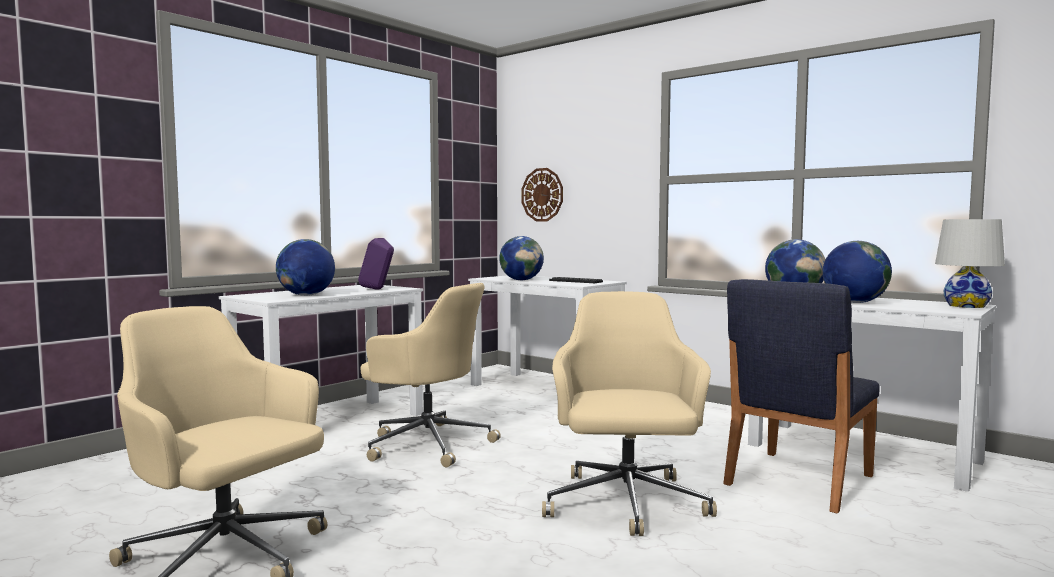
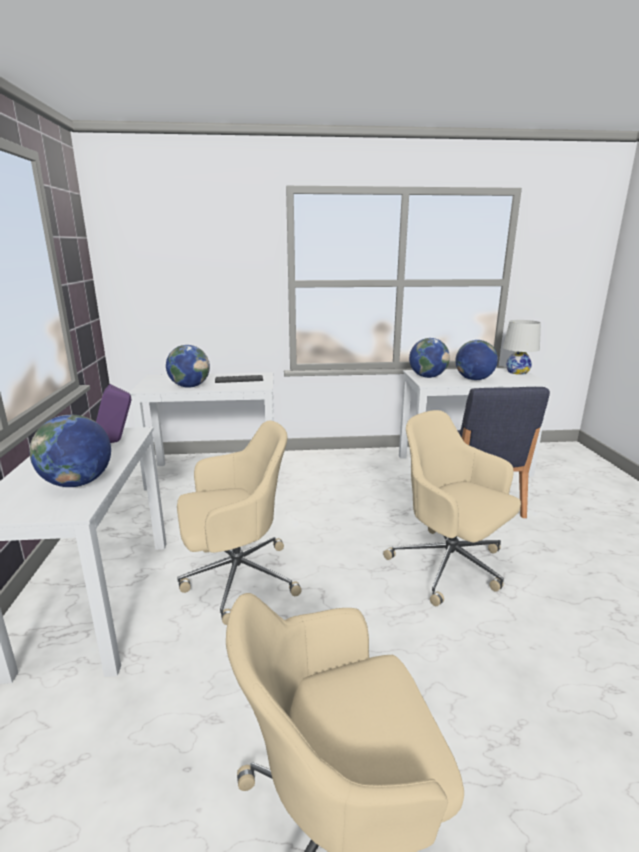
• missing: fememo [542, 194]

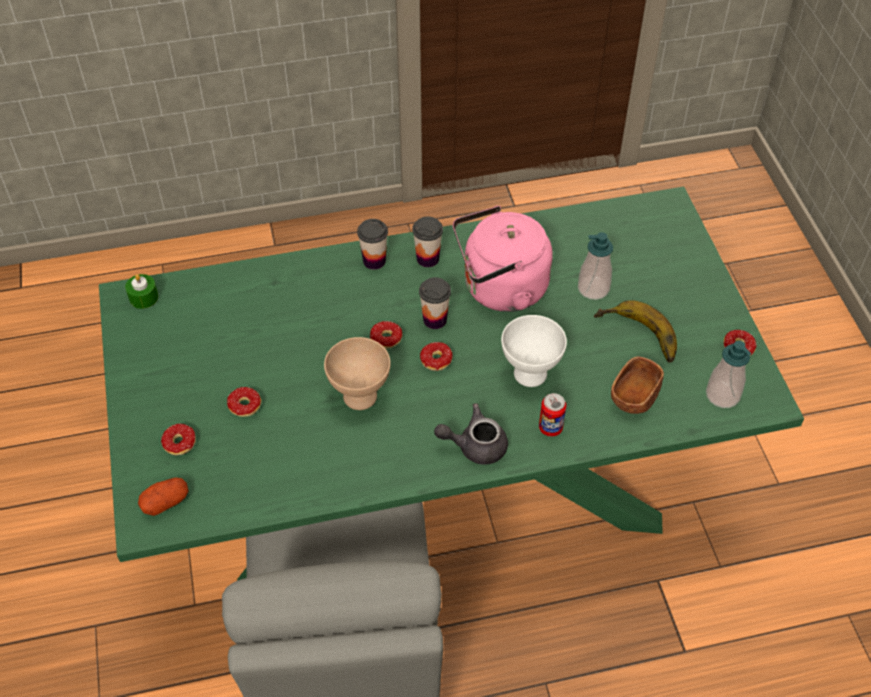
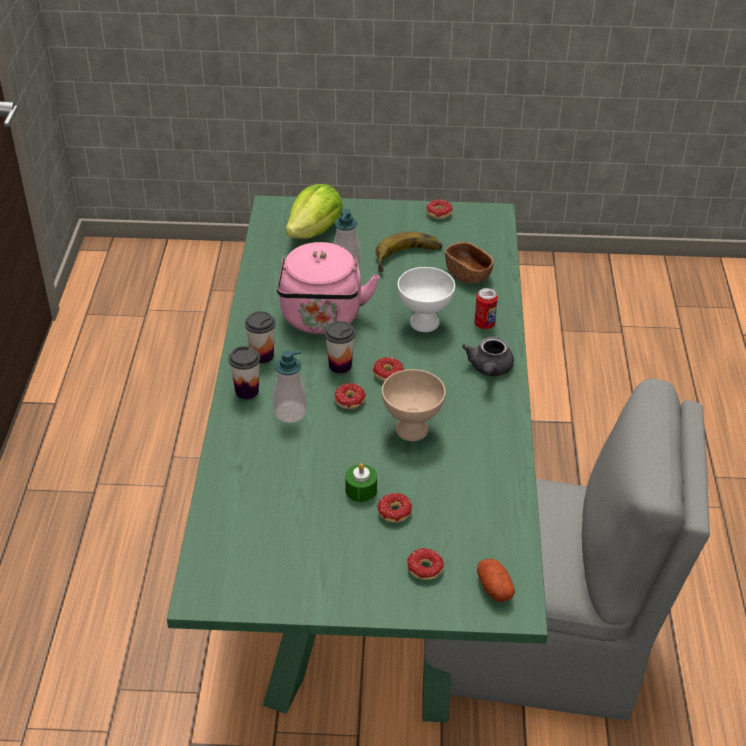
• relocated: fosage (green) [142, 291] to [361, 482]
• relocated: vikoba [729, 374] to [290, 386]
• appeared: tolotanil [314, 211]

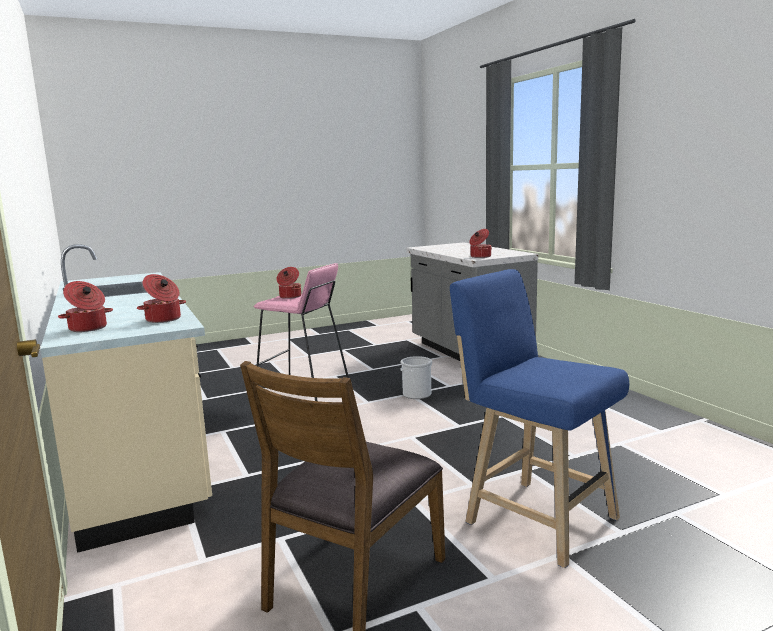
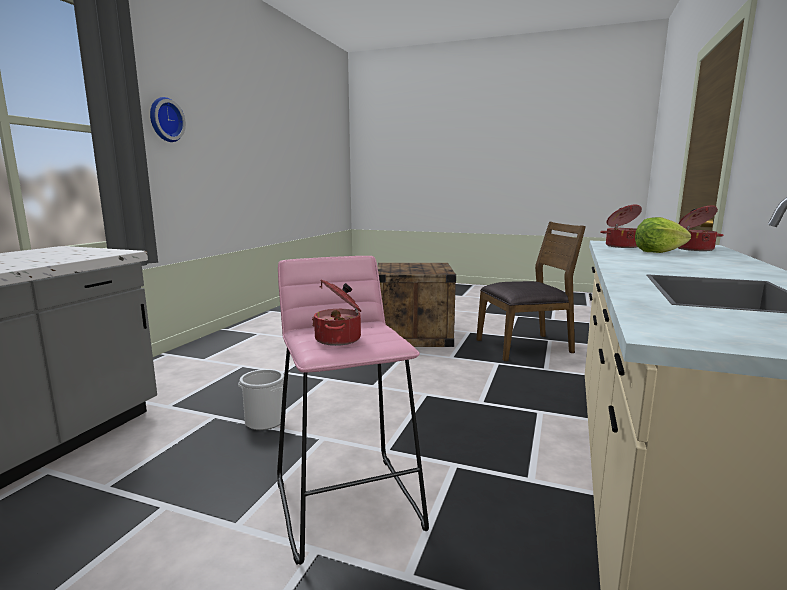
• missing: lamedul [480, 243]
• exchanged: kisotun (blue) [539, 418] to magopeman [417, 305]
• appeared: fememo [168, 119]
• appeared: tolotanil [663, 235]

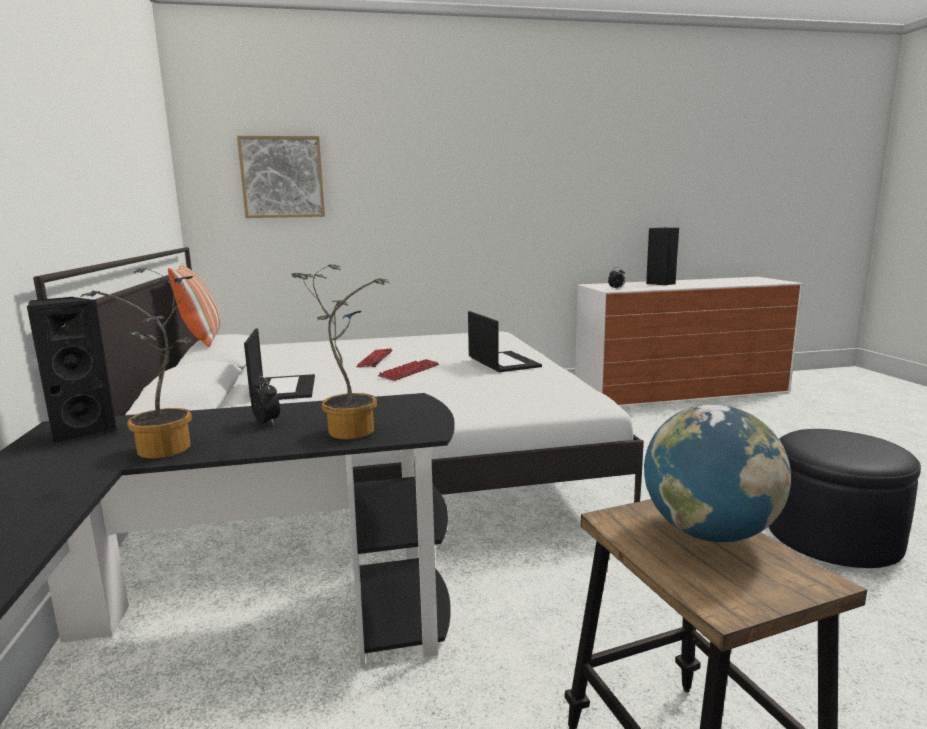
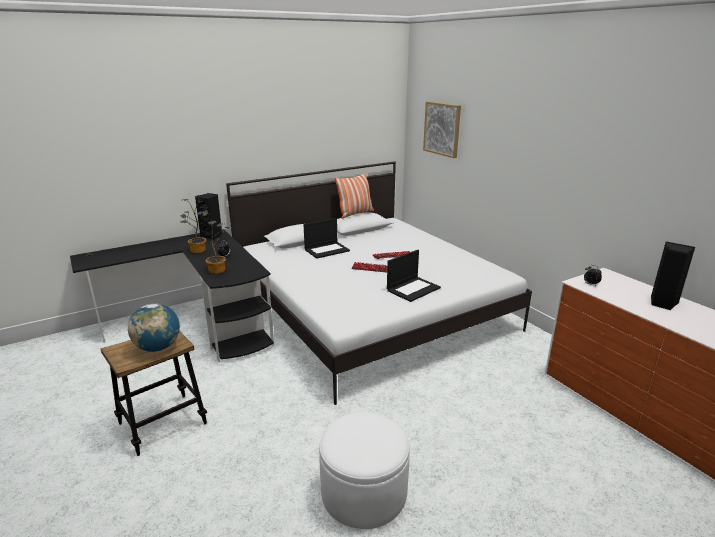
• colour: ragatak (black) [845, 498] to ragatak (white) [364, 470]

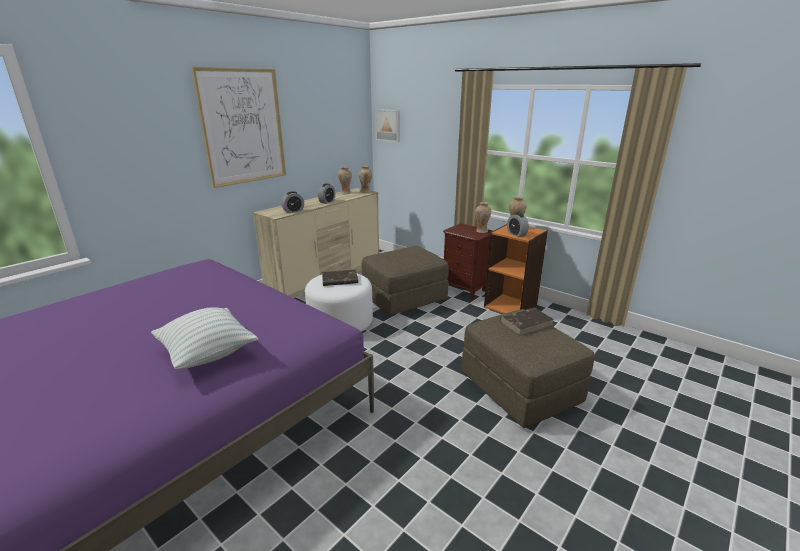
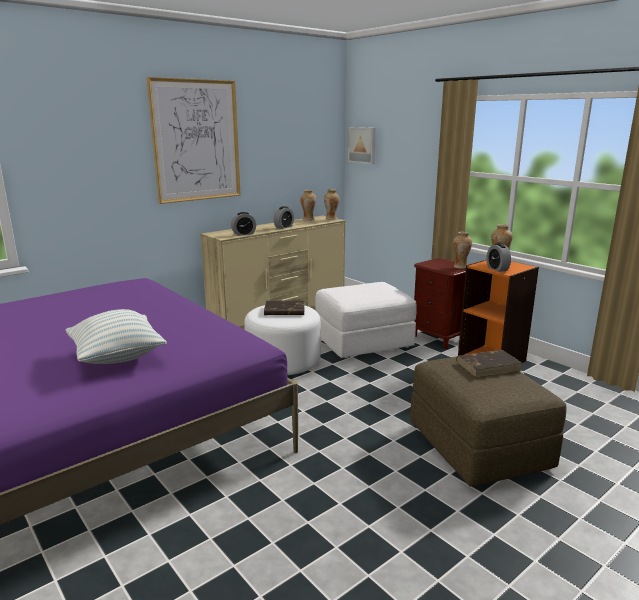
• colour: ragatak (brown) [405, 281] to ragatak (white) [366, 320]

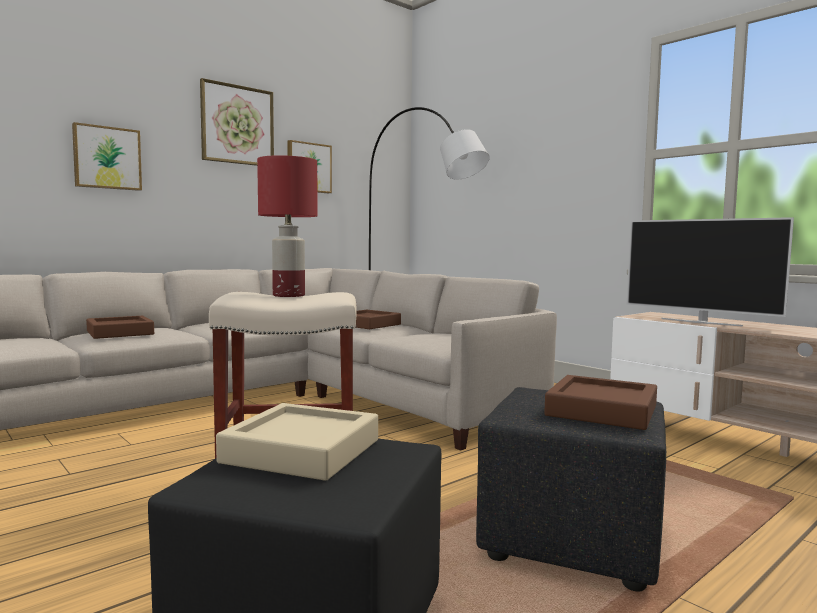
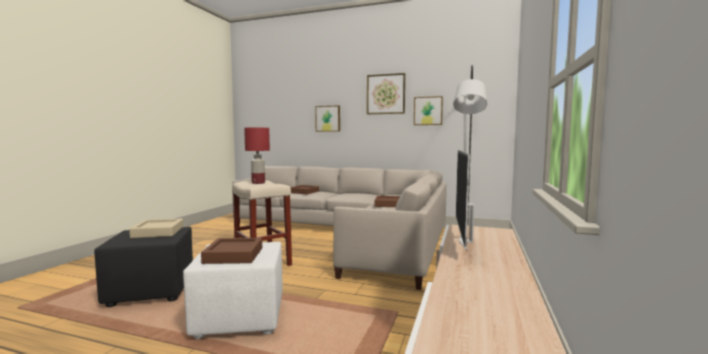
• colour: ragatak (black) [571, 489] to ragatak (white) [232, 290]

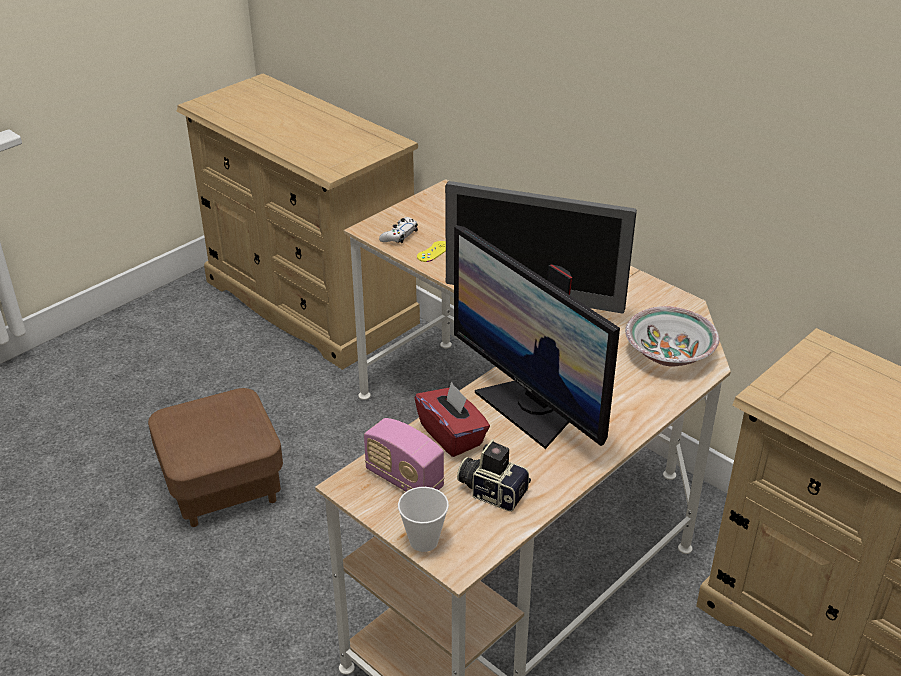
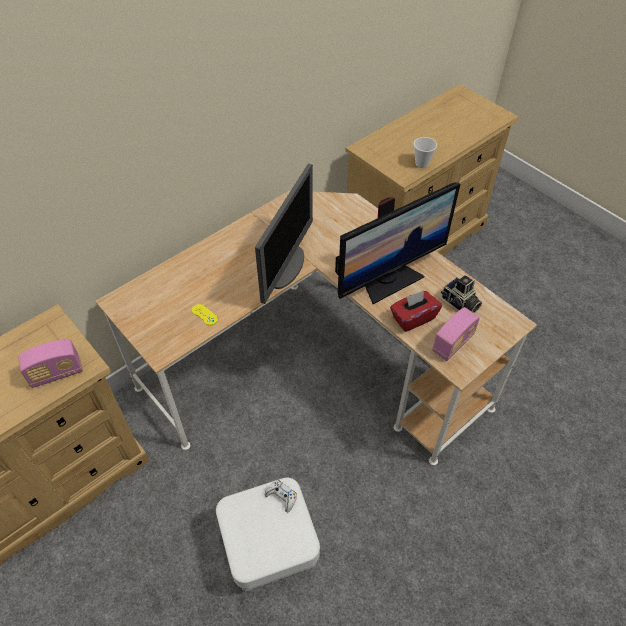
• relocated: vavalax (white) [398, 230] to [281, 496]
• missing: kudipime [672, 336]
• colour: ragatak (brown) [215, 457] to ragatak (white) [268, 534]
• spun: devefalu [494, 475] = [461, 294] 75 degrees counterclockwise
• relocated: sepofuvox [423, 519] to [425, 152]
• appeared: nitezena [50, 363]

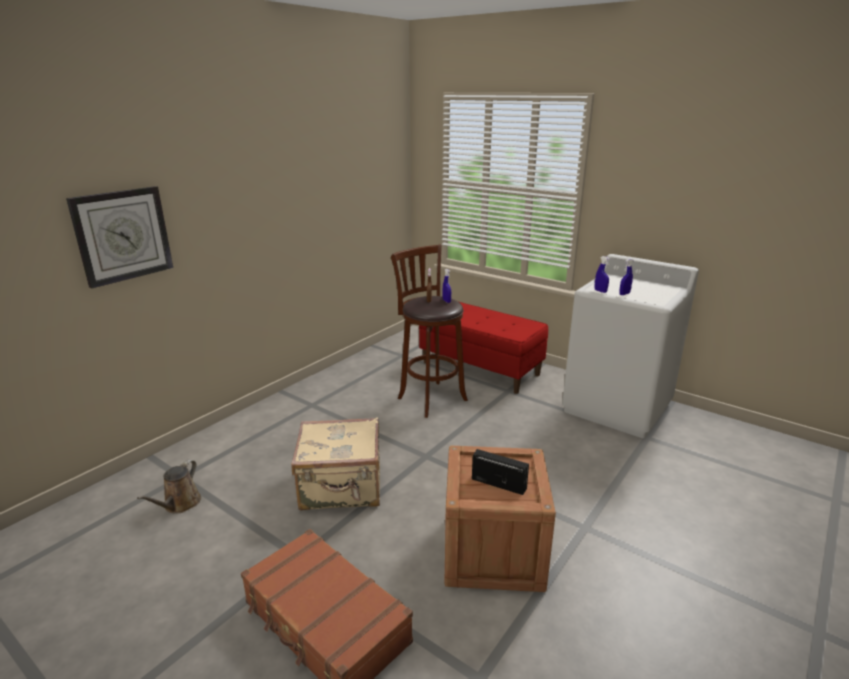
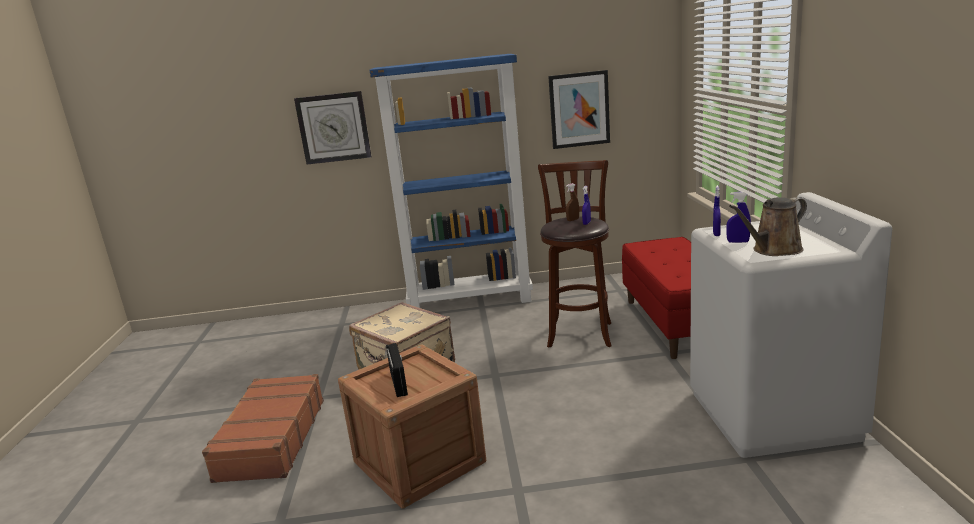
• relocated: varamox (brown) [169, 487] to [768, 226]
• appeared: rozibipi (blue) [451, 181]
• appeared: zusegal [579, 109]

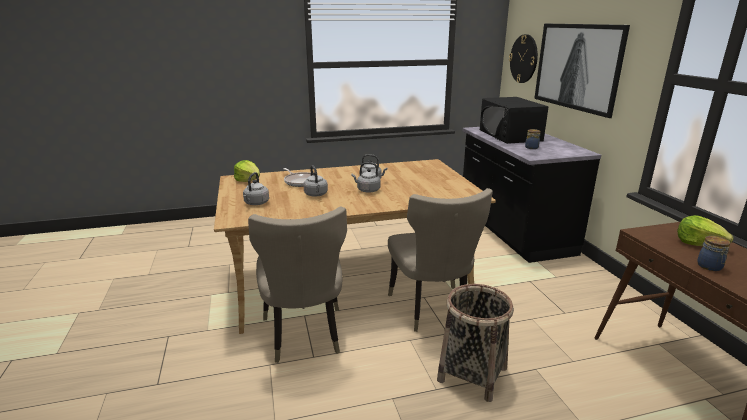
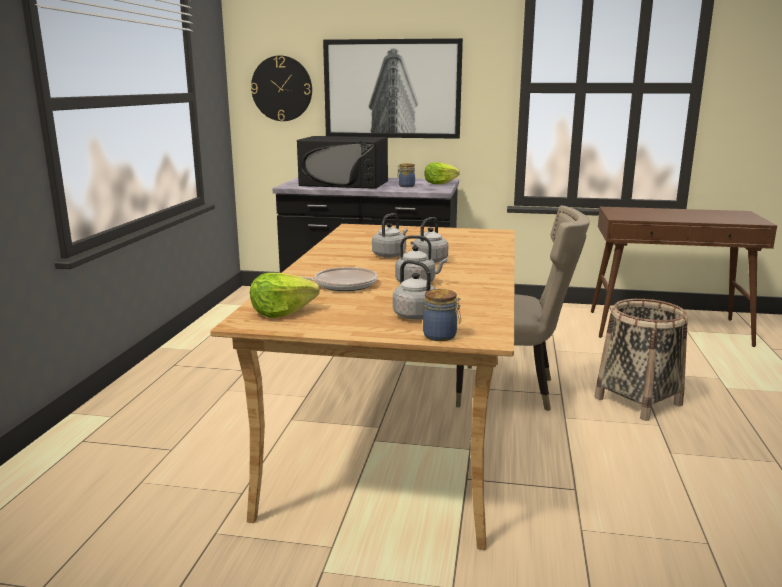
• missing: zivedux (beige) [297, 284]
• relocated: tolotanil [705, 230] to [442, 173]
• relocated: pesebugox [713, 253] to [442, 315]

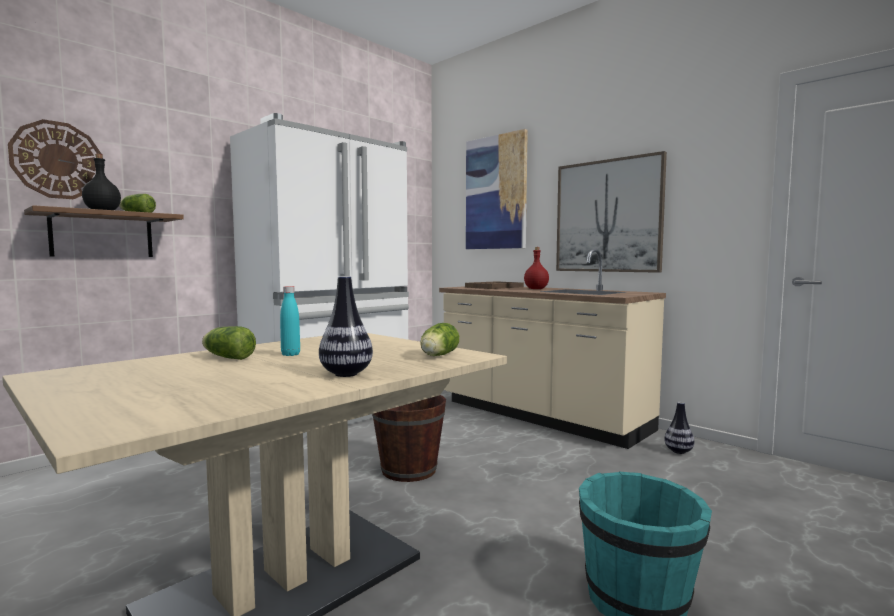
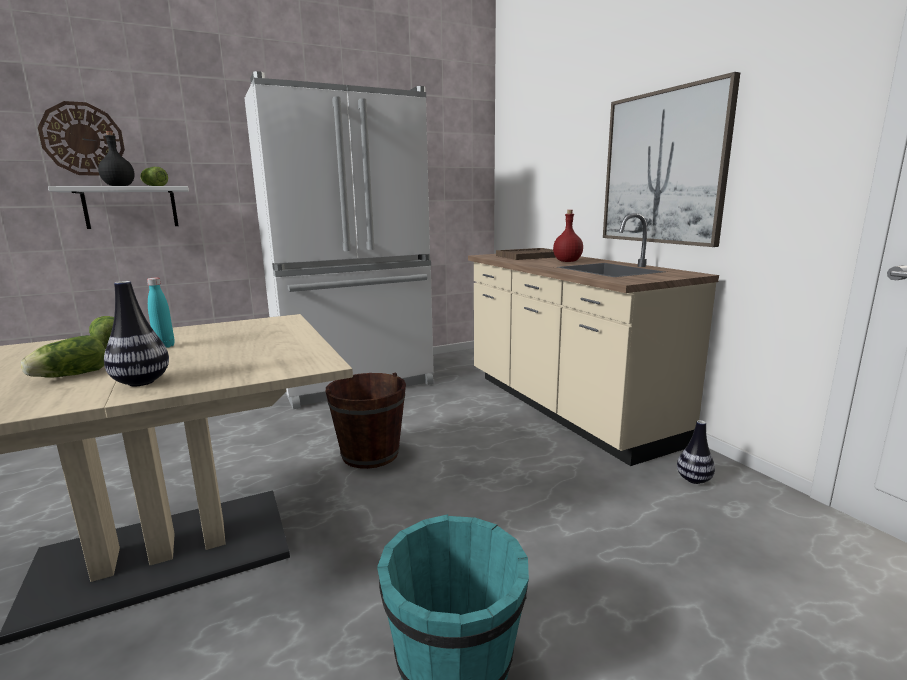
• missing: zusegal [497, 189]
• colour: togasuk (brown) [104, 231] to togasuk (white) [118, 207]
• relocated: tolotanil [439, 339] to [63, 356]

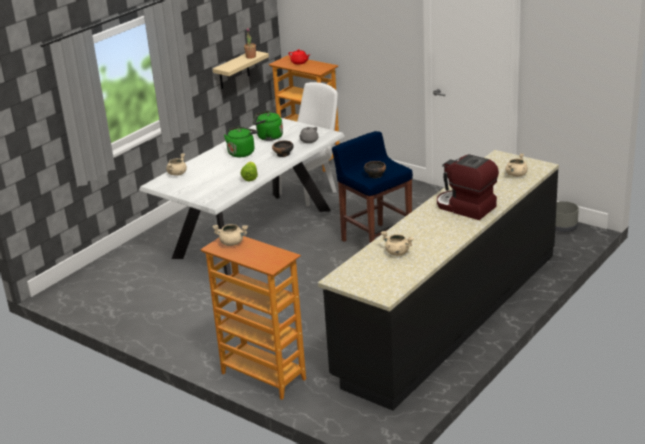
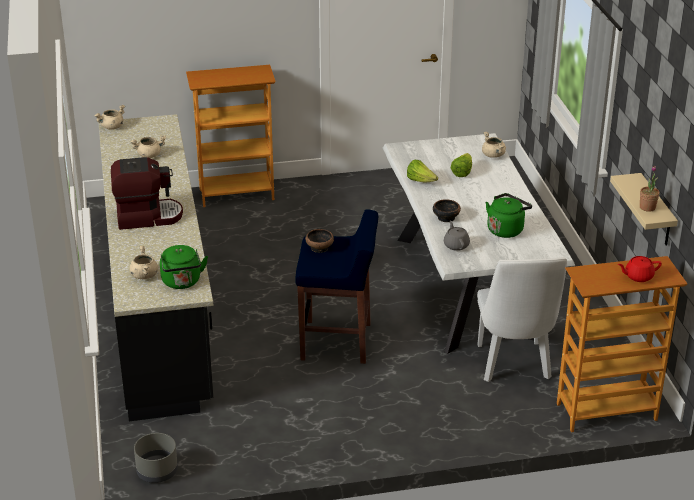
• relocated: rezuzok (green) [241, 141] to [184, 267]
• relocated: lamedul (beige) [230, 235] to [110, 117]
• appeared: tolotanil [461, 165]

